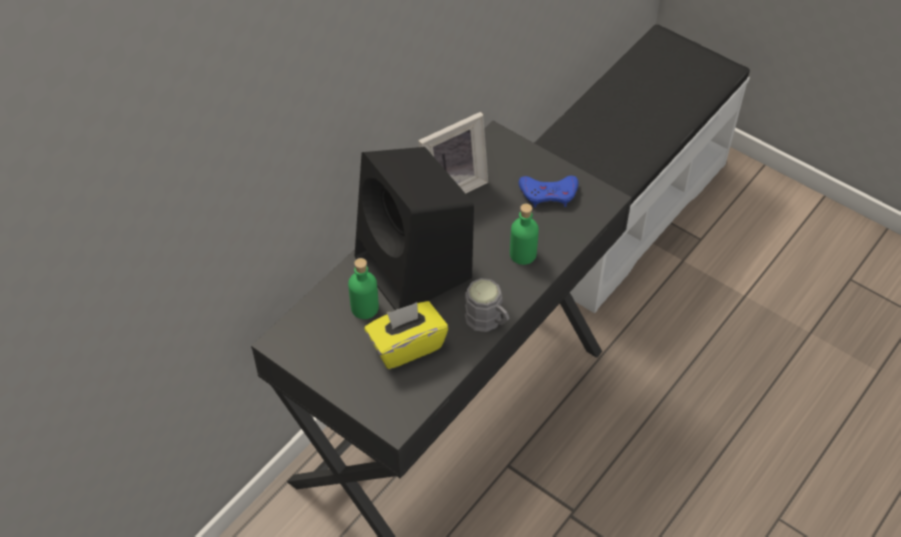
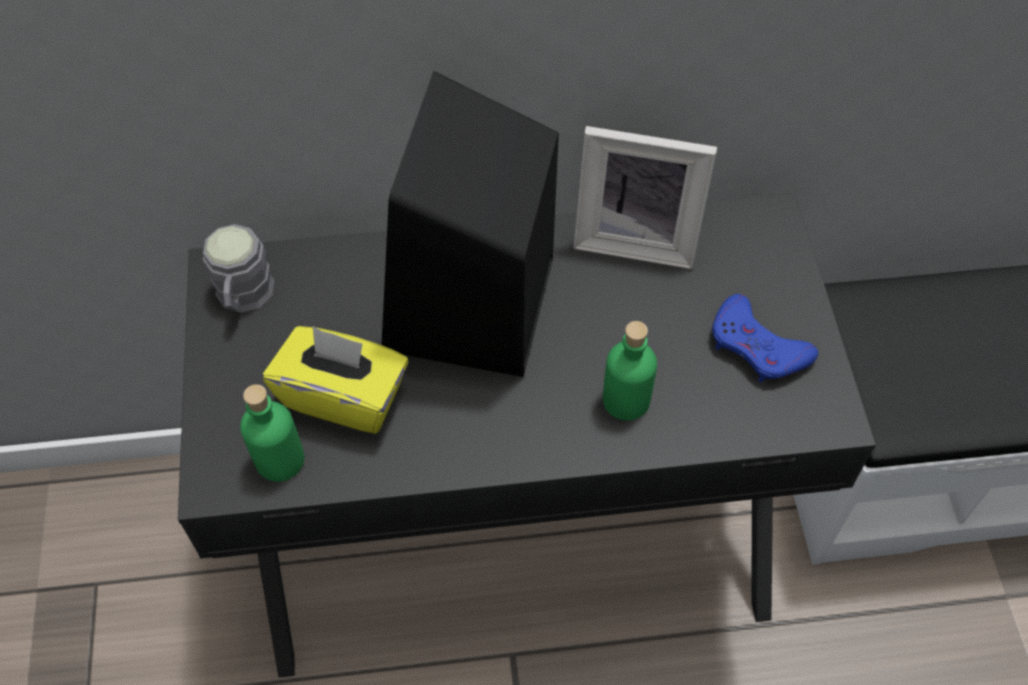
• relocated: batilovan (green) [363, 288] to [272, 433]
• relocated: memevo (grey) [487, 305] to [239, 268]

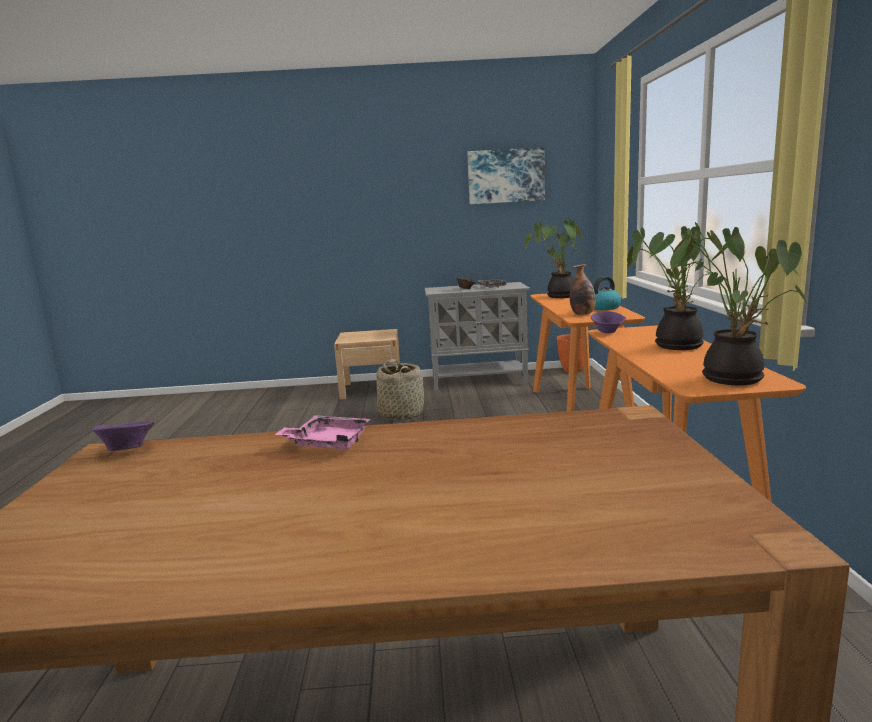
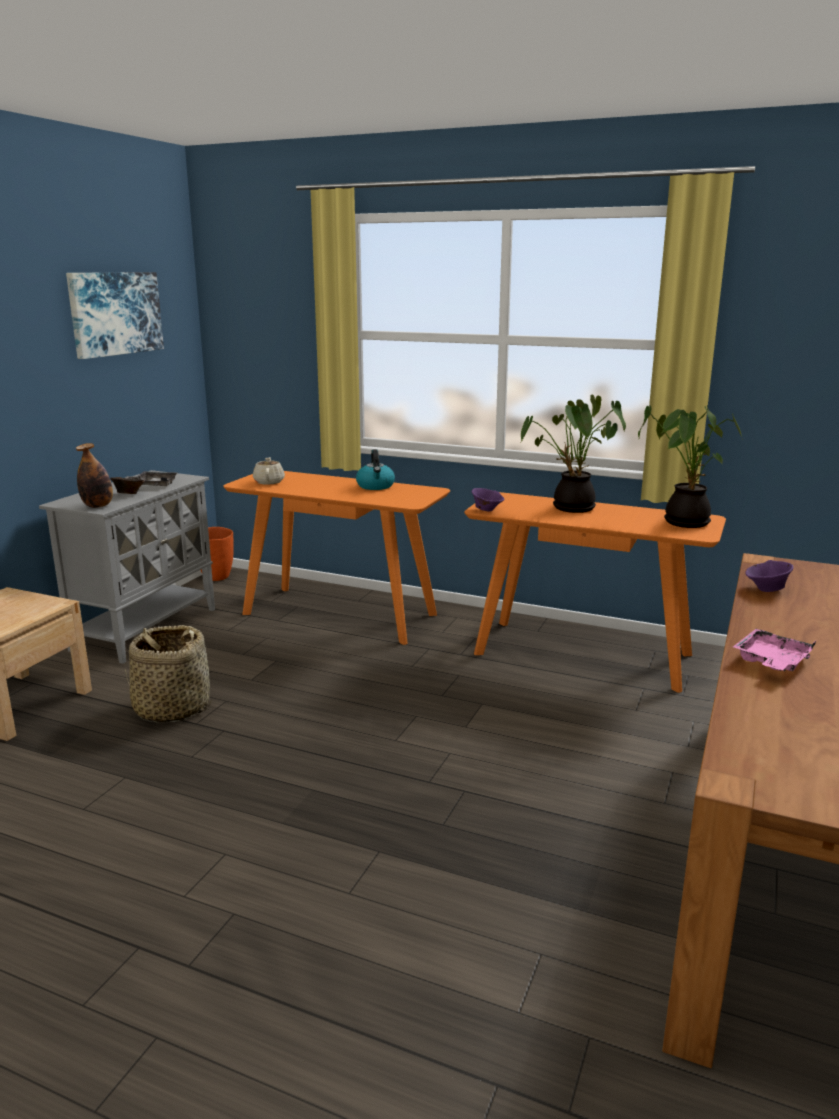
• exchanged: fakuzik [553, 258] to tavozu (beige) [269, 471]
• relocated: batilovan [583, 289] to [94, 475]
• relocated: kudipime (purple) [123, 436] to [769, 576]

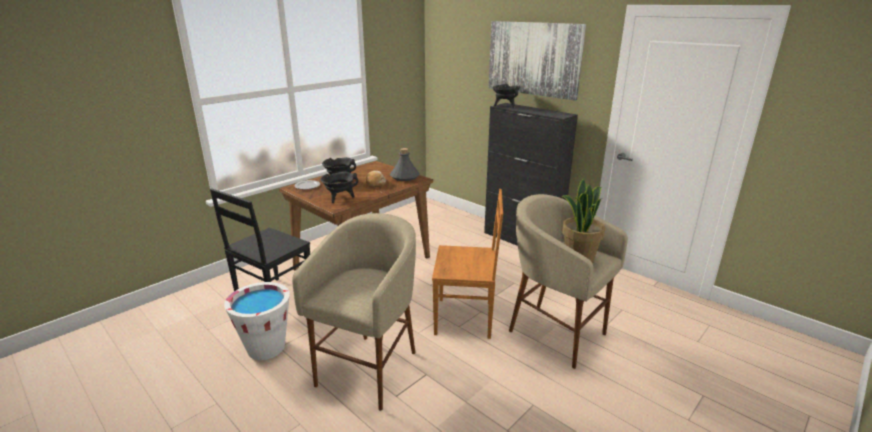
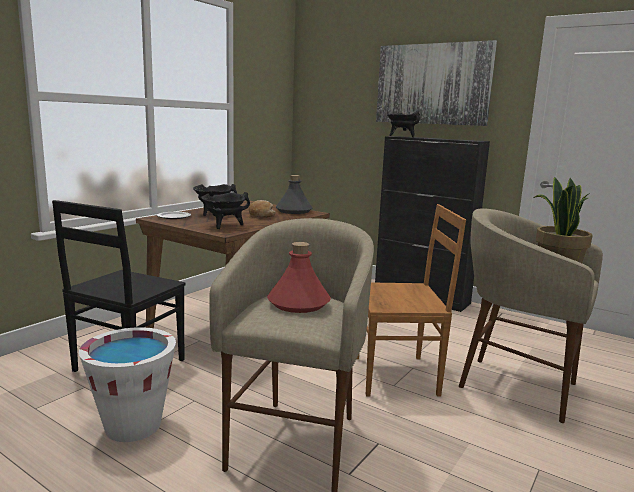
• appeared: batilovan (red) [299, 277]

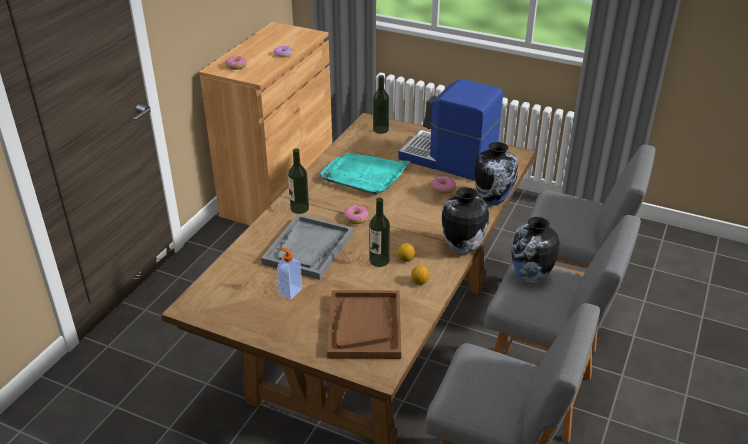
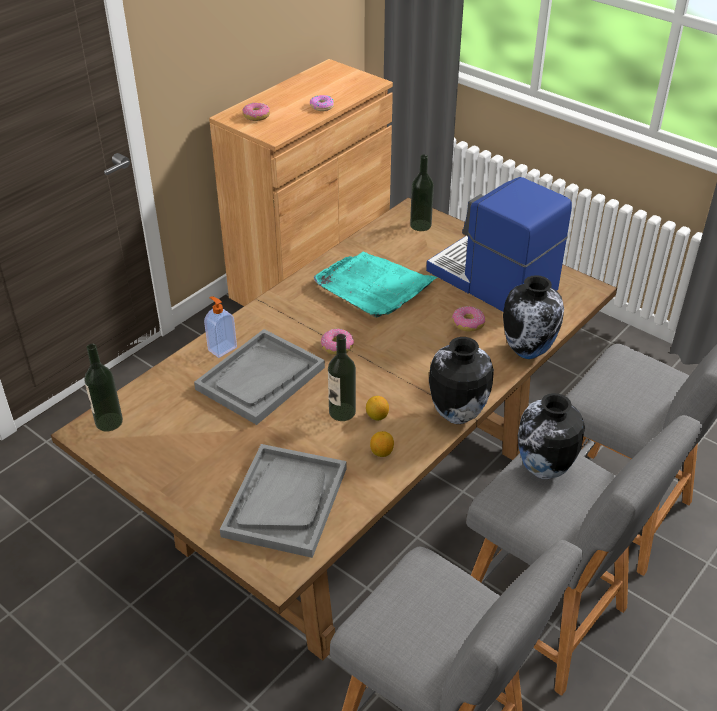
• relocated: batilovan [298, 181] to [103, 387]
• relocated: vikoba [289, 274] to [220, 327]
• colour: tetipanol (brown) [364, 324] to tetipanol (grey) [283, 501]

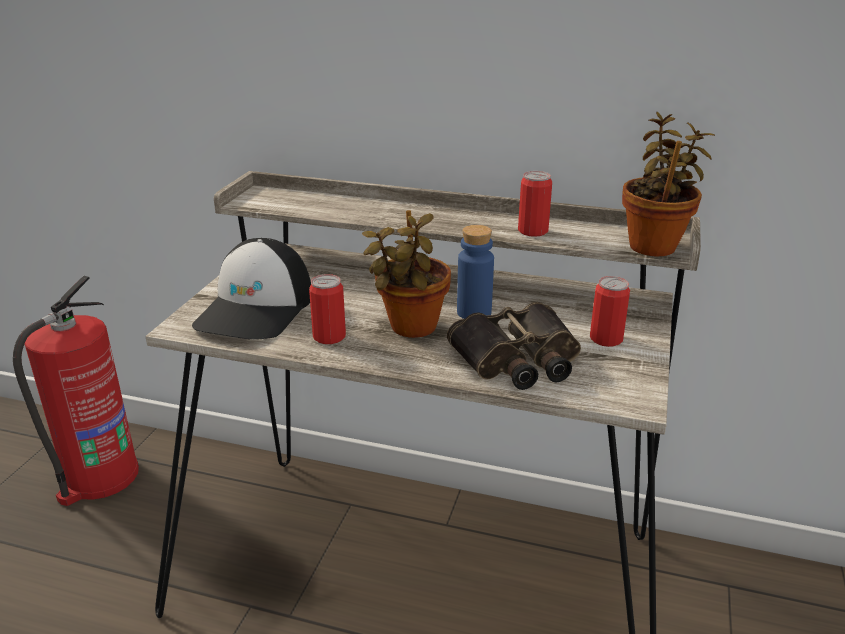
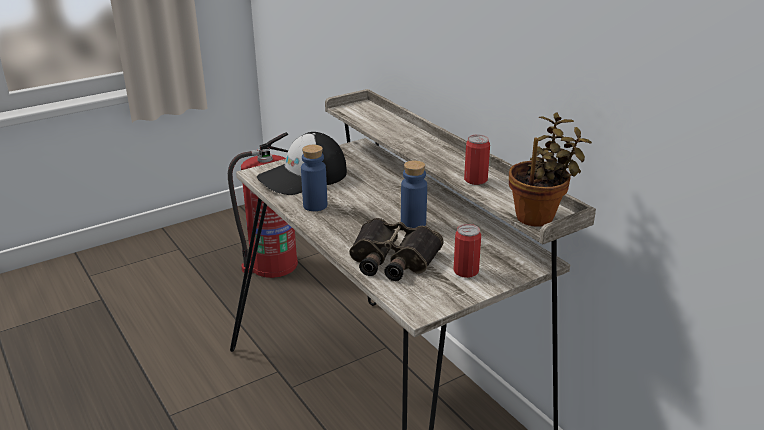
• missing: fakuzik [406, 274]
• exchanged: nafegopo [327, 309] to batilovan (blue) [314, 178]

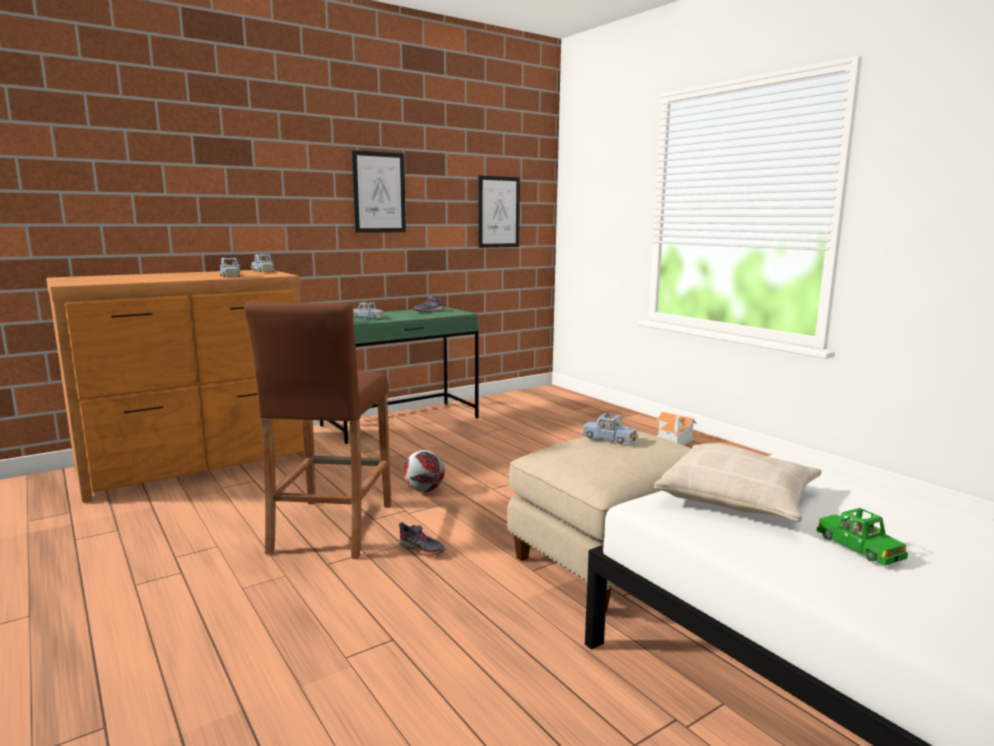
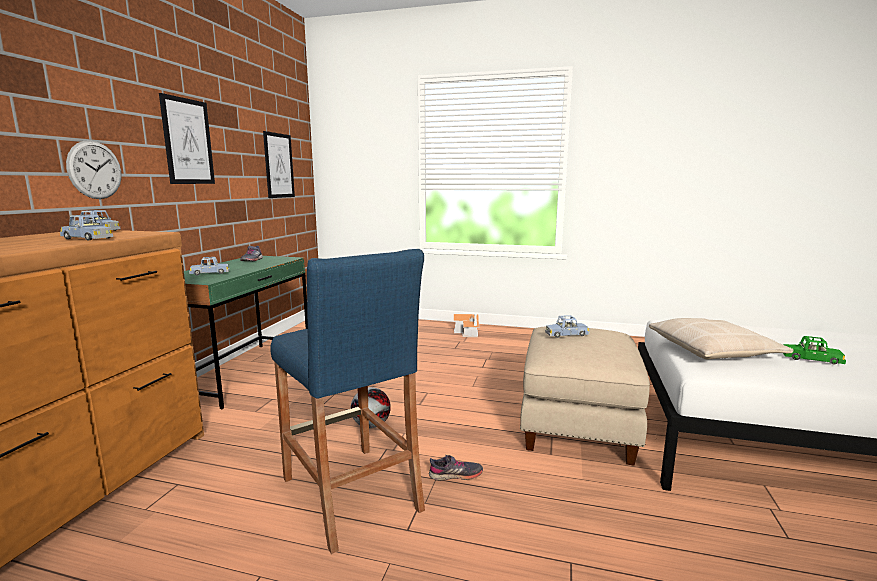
• colour: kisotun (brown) [318, 430] to kisotun (blue) [347, 401]
• appeared: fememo [94, 169]

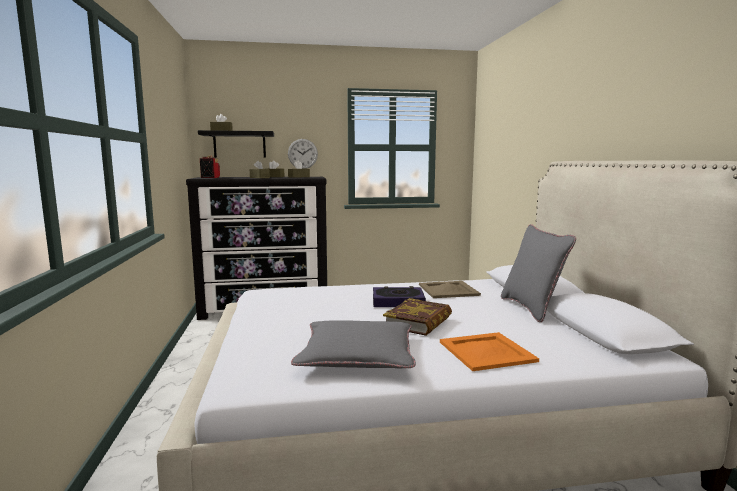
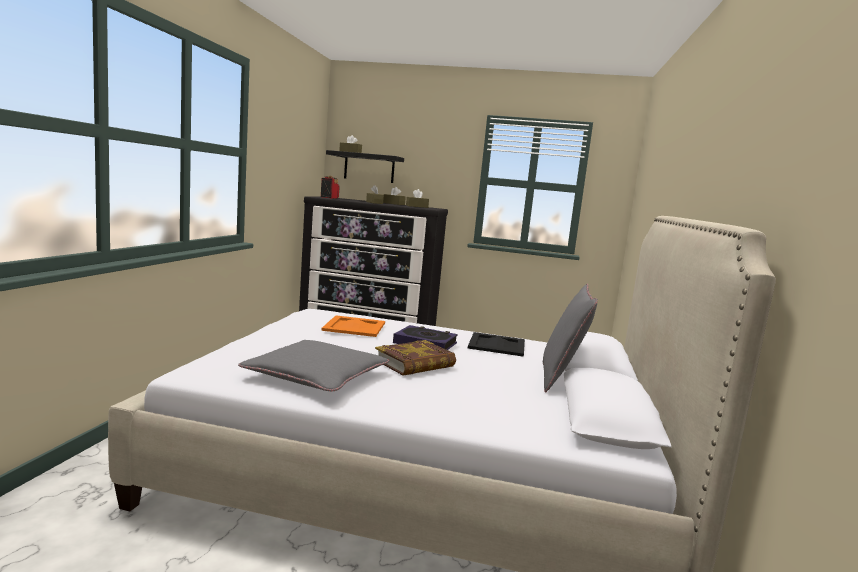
• missing: fememo [303, 154]
• colour: tetipanol (beige) [450, 289] to tetipanol (black) [496, 344]
• relocated: tetipanol (orange) [489, 351] to [353, 326]

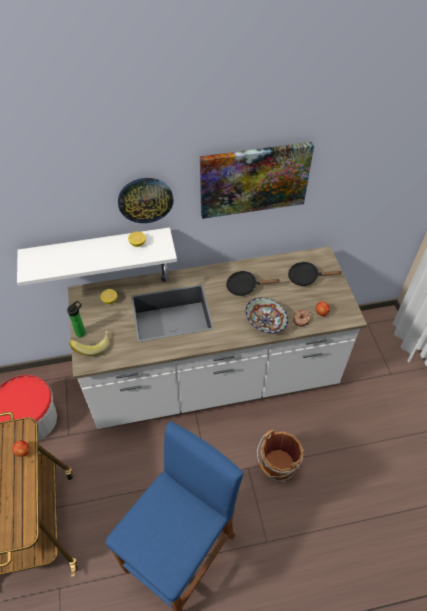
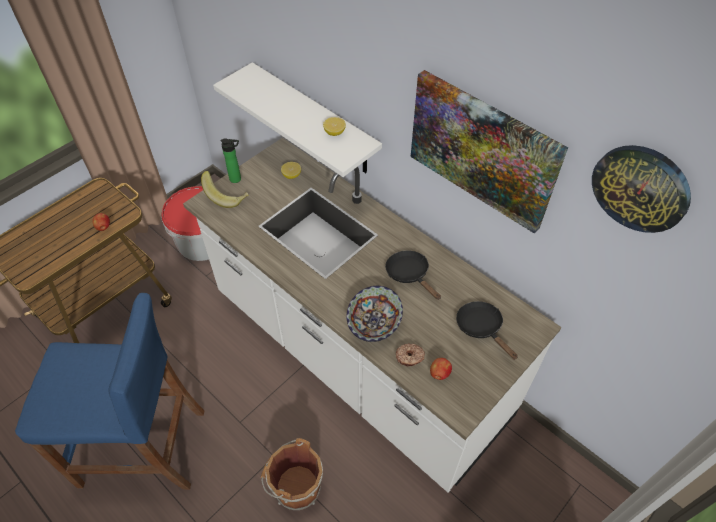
• relocated: fememo [145, 200] to [641, 189]

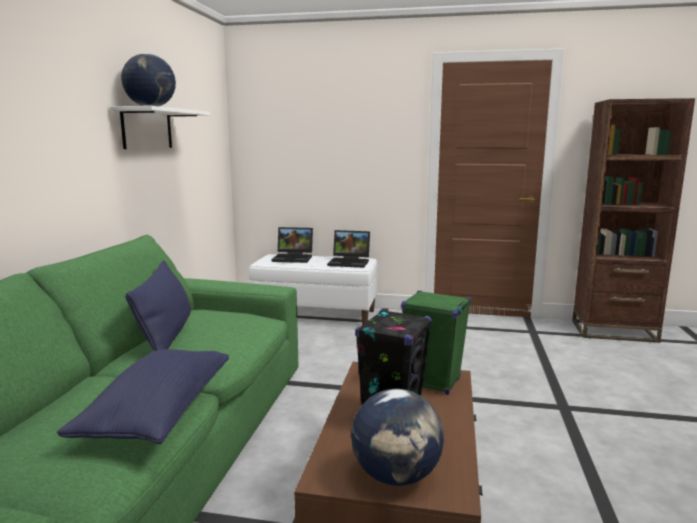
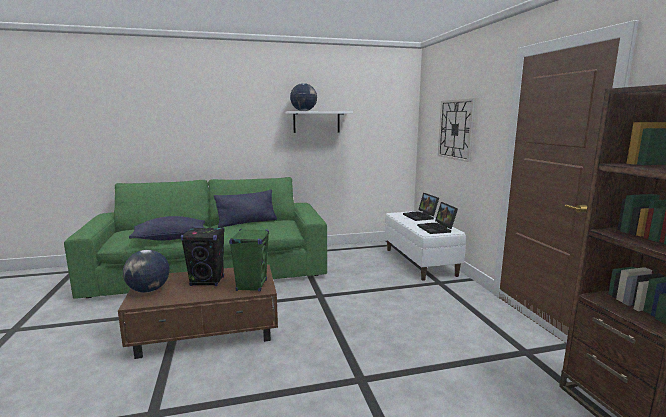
• appeared: fememo [456, 130]

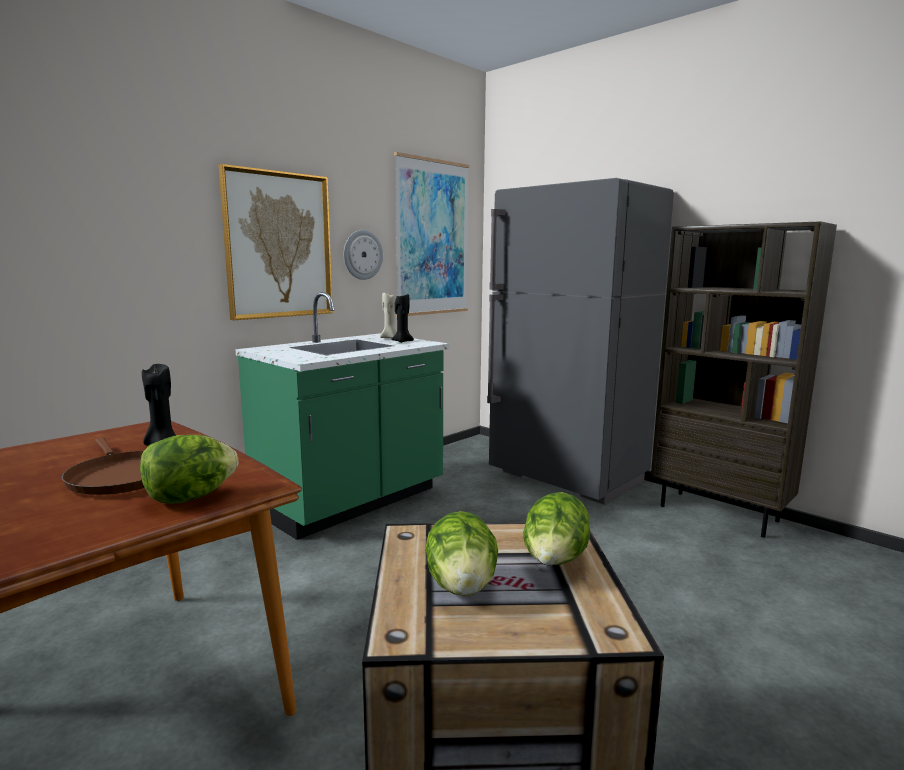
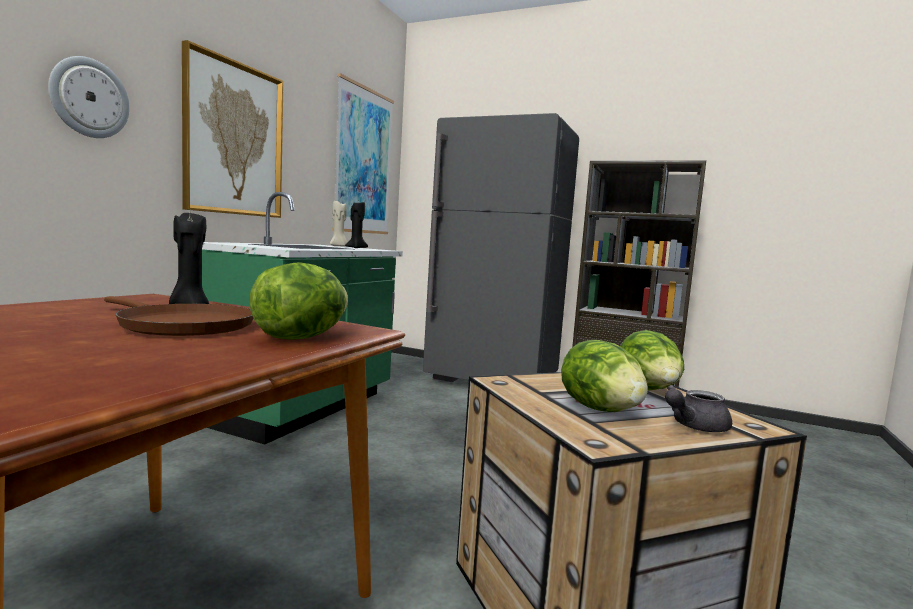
• relocated: fememo [363, 255] to [89, 97]
• appeared: tavozu (grey) [698, 408]

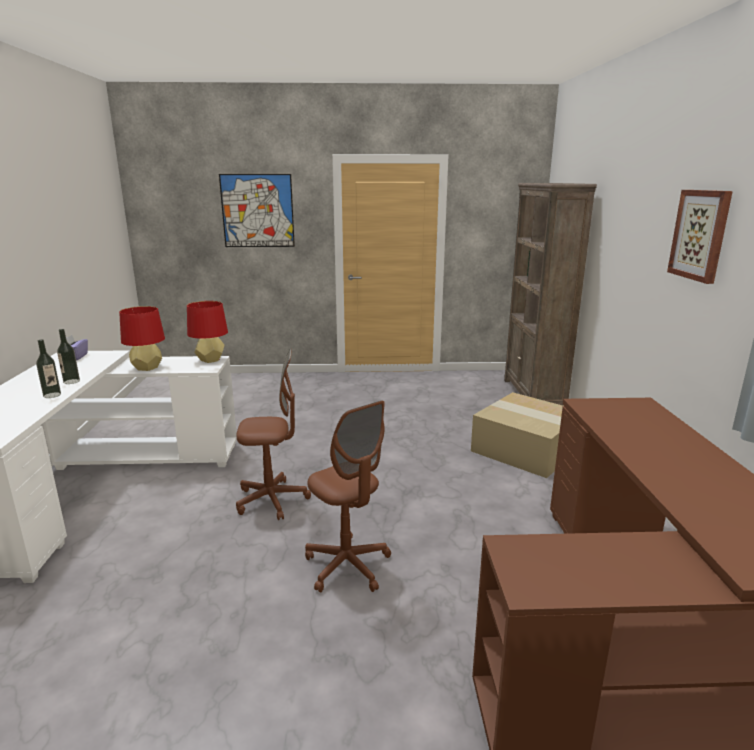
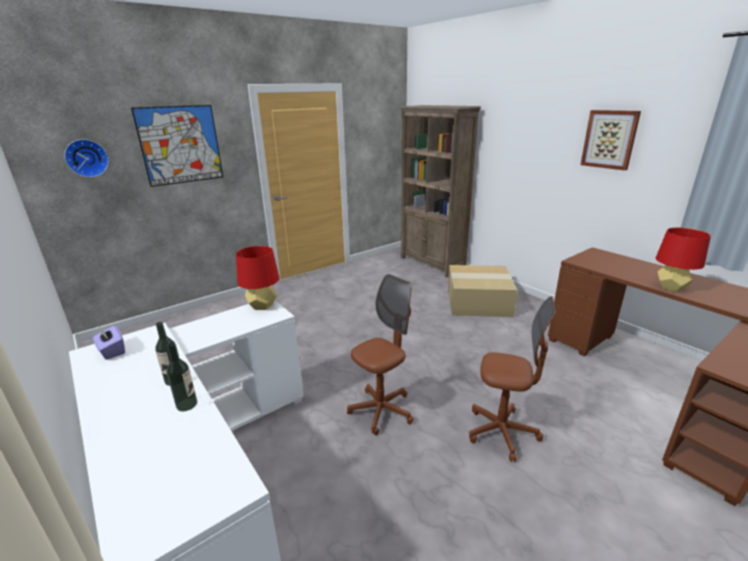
• relocated: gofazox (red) [142, 338] to [683, 259]
• appeared: fememo [86, 158]

